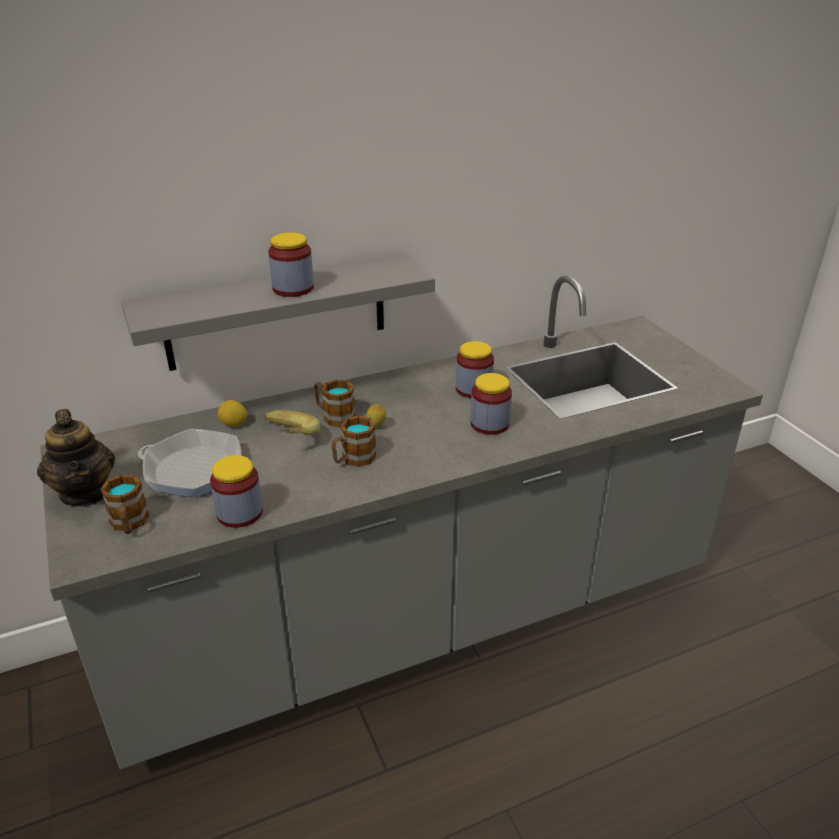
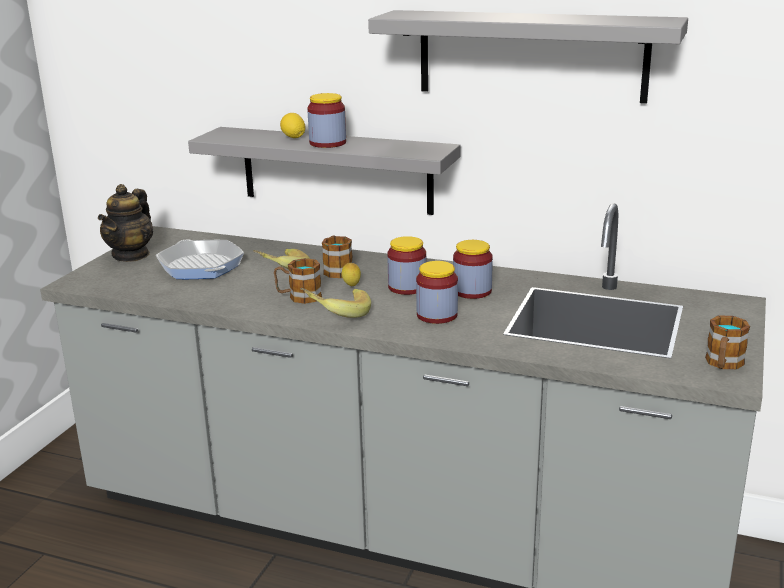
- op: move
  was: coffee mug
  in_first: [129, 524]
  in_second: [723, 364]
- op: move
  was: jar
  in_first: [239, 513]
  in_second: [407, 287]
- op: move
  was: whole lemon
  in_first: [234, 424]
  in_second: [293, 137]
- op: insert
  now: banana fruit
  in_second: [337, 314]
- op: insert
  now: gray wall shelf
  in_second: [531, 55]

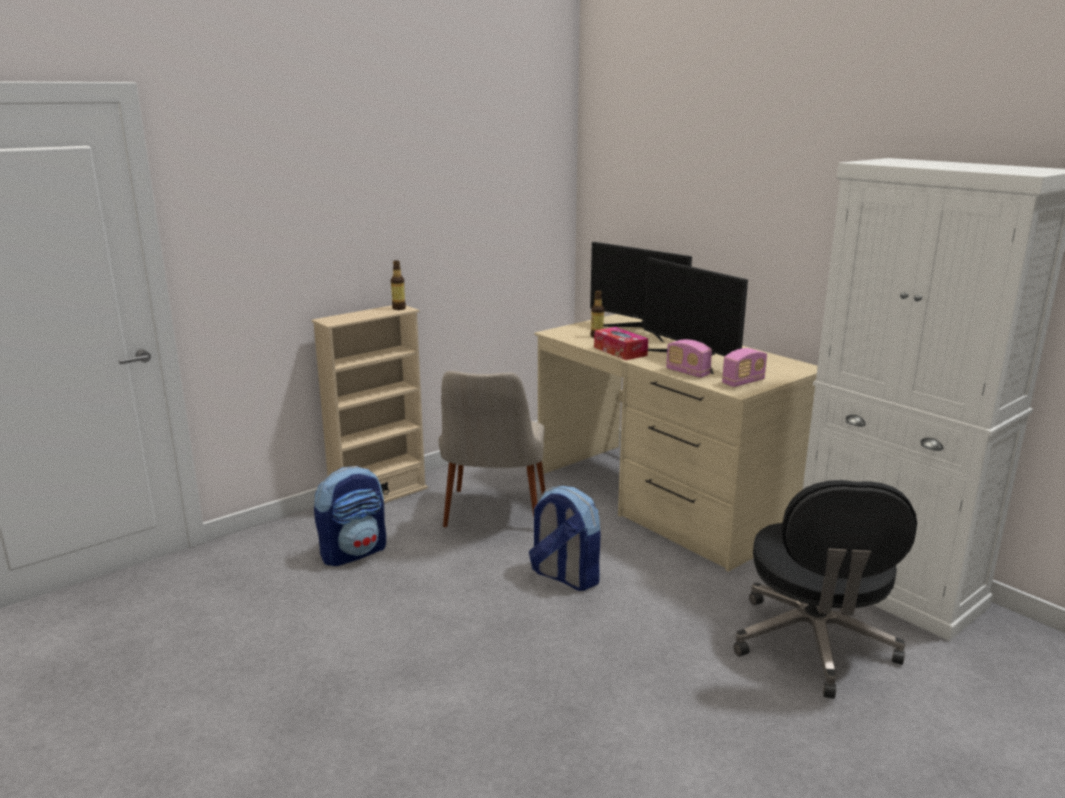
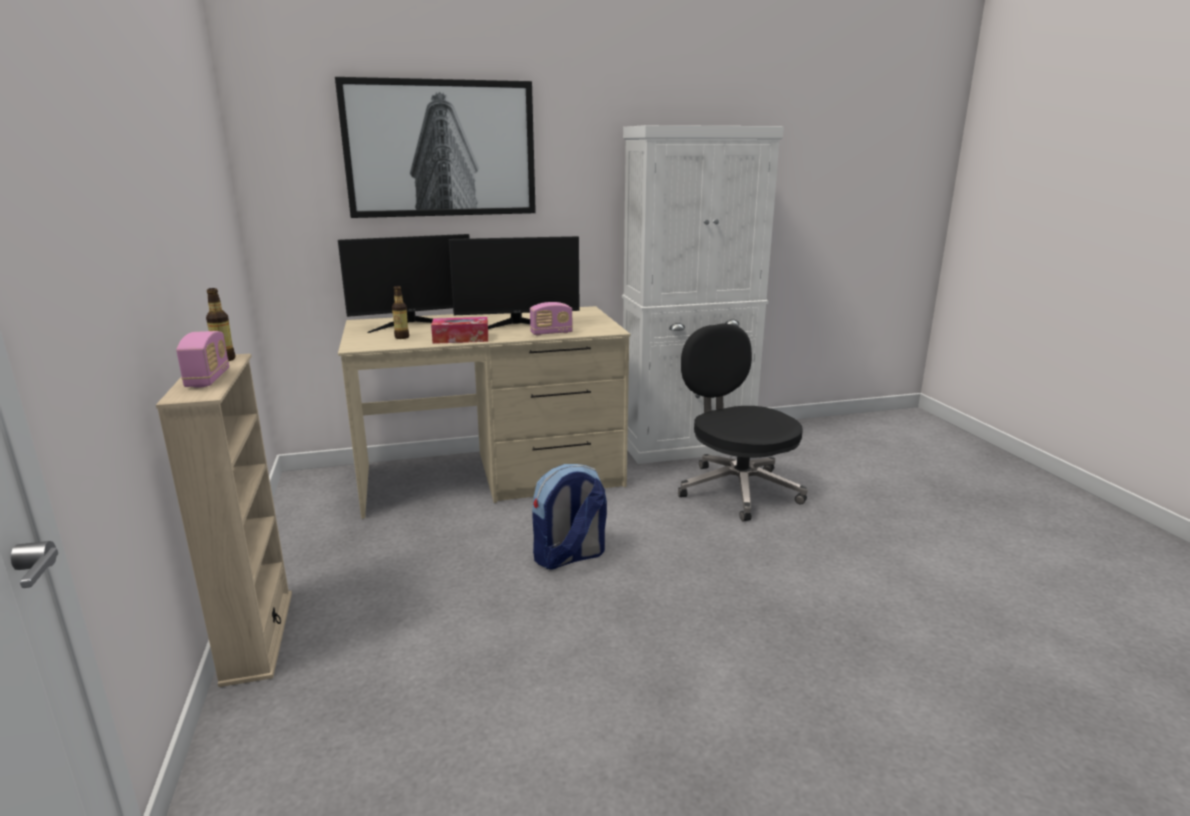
- op: delete
  was: knapsack
  in_first: [354, 552]
- op: delete
  was: sand-coloured plain chair
  in_first: [493, 519]
- op: move
  was: radio
  in_first: [743, 382]
  in_second: [208, 379]
- op: rotate
  was: black computer chair
  in_first: [813, 645]
  in_second: [737, 489]
  clockwise: -150
- op: insert
  now: picture
  in_second: [441, 149]

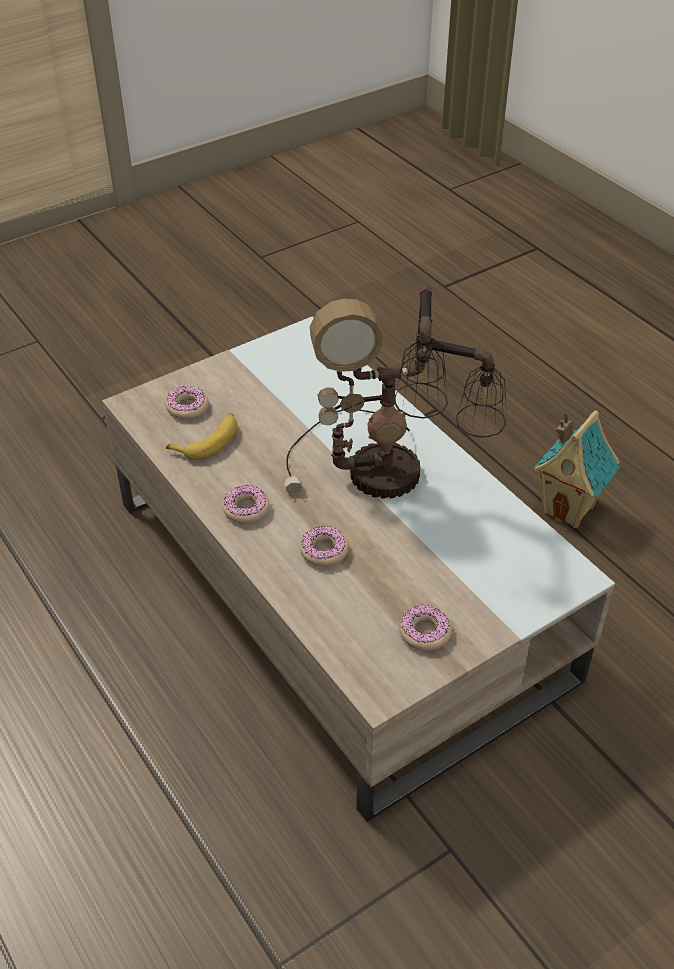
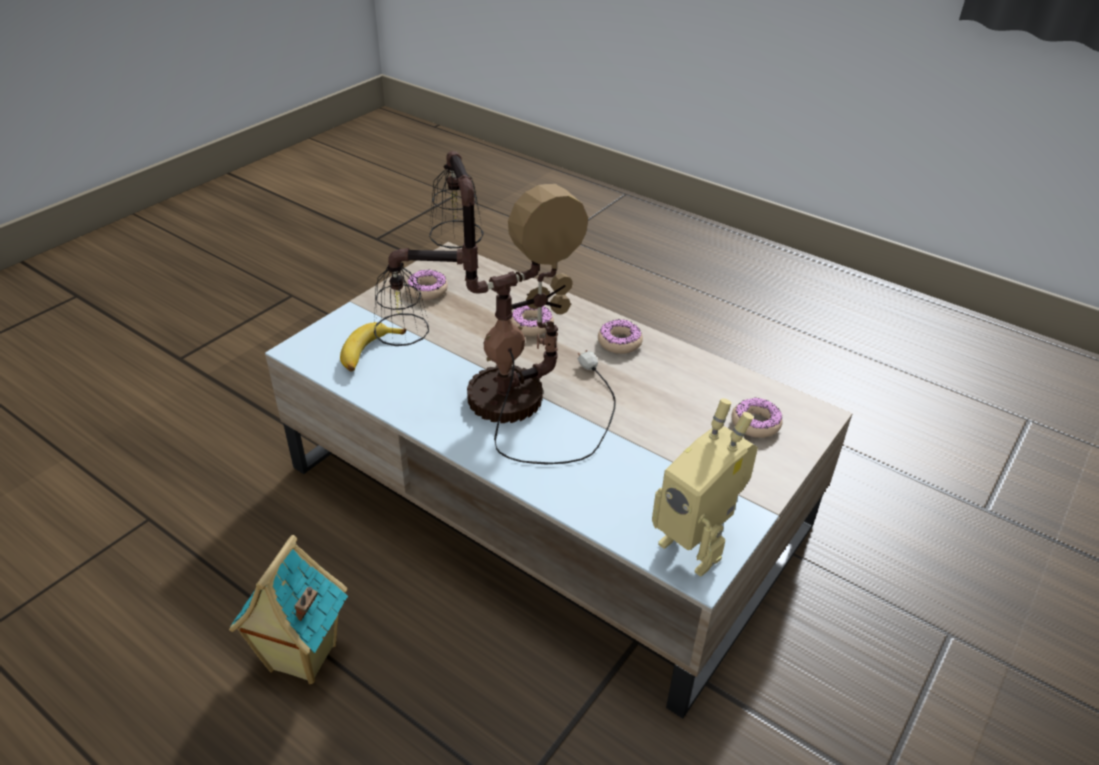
- op: move
  was: banana fruit
  in_first: [208, 441]
  in_second: [369, 353]
- op: insert
  now: robot figure
  in_second: [696, 545]

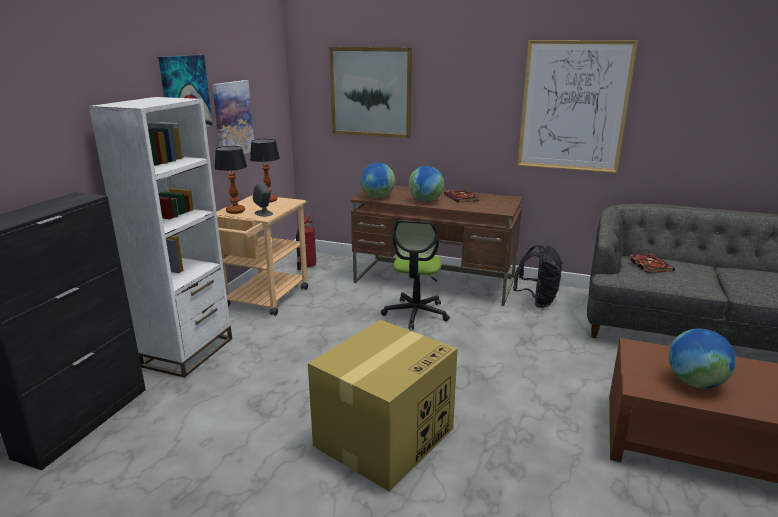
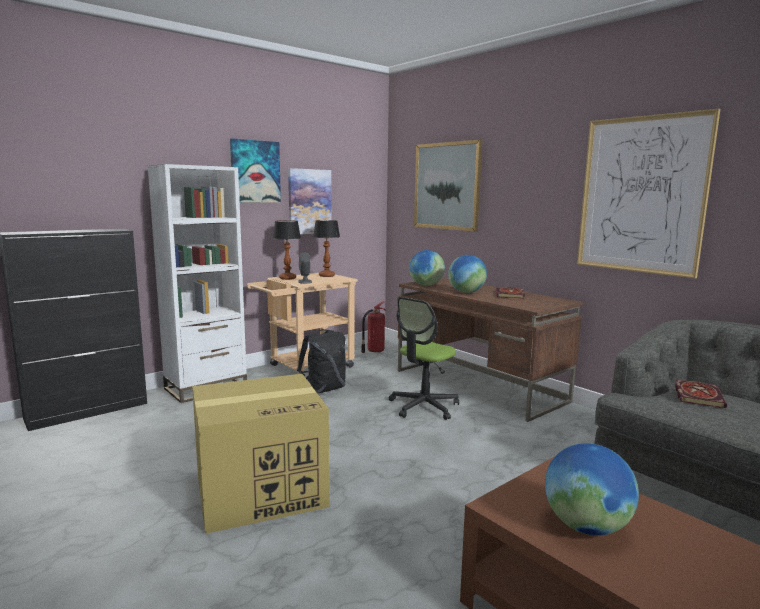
- op: move
  was: black knapsack
  in_first: [537, 301]
  in_second: [324, 389]

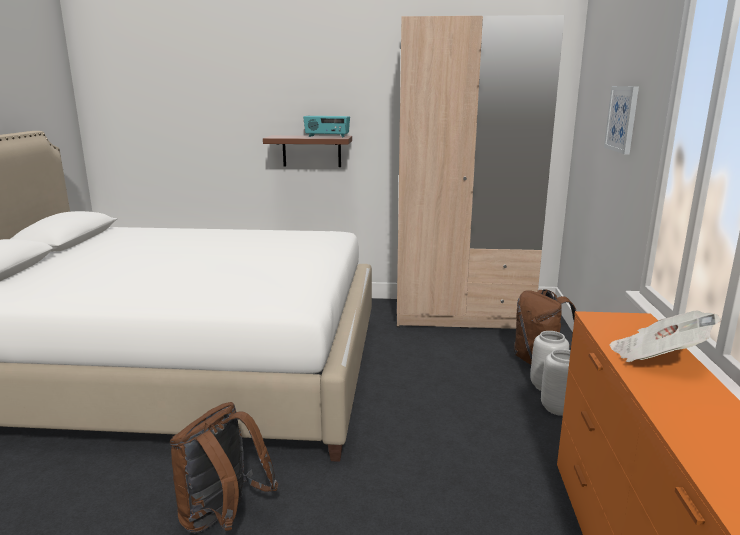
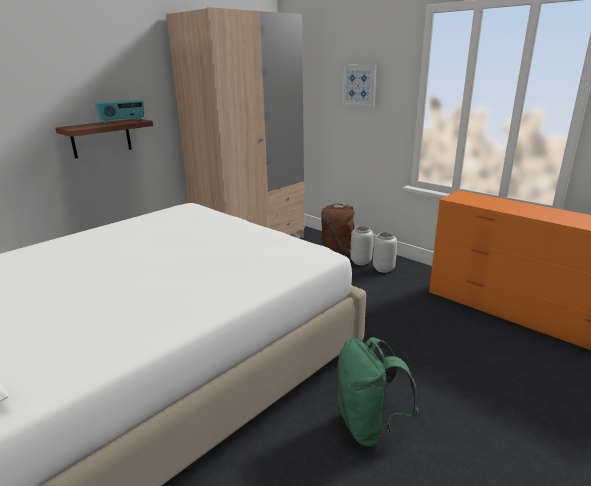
- op: recolor
  was: brownish knapsack
  now: green-coloured knapsack
  in_first: [222, 518]
  in_second: [369, 426]
- op: delete
  was: printed paper
  in_first: [657, 357]

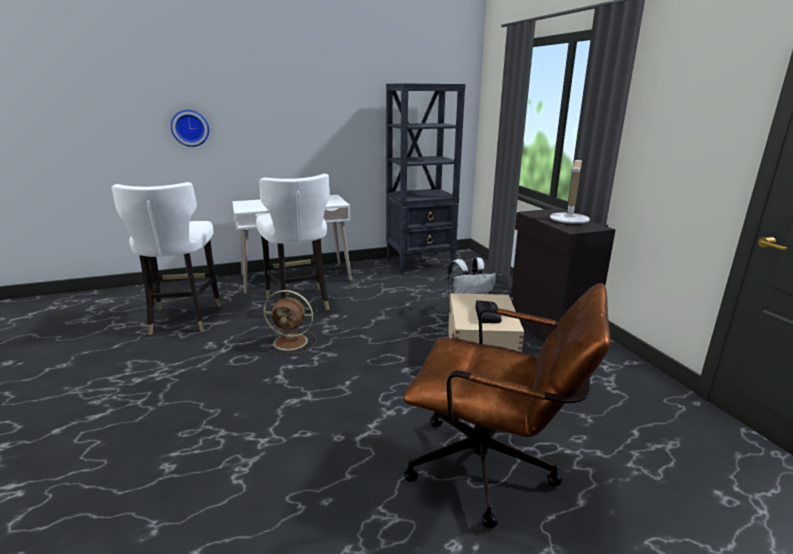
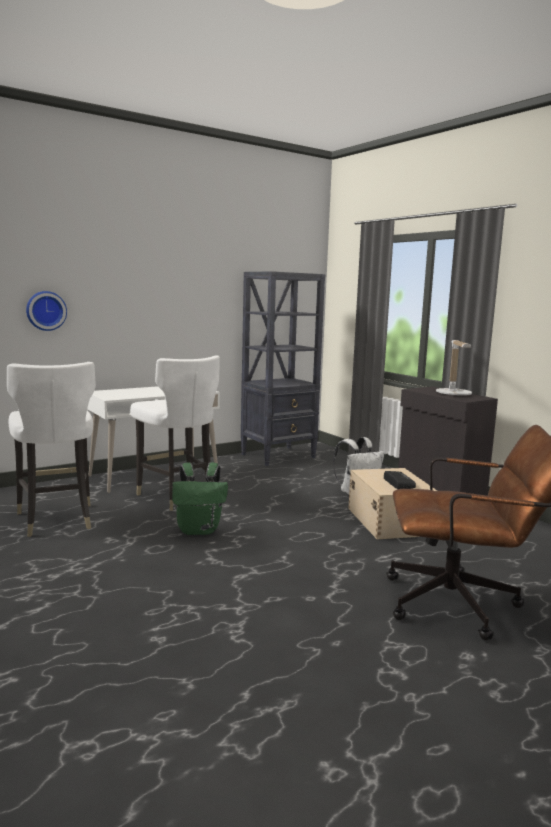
- op: replace
  was: brownish electric fan
  now: green-coloured knapsack
  in_first: [292, 342]
  in_second: [199, 530]

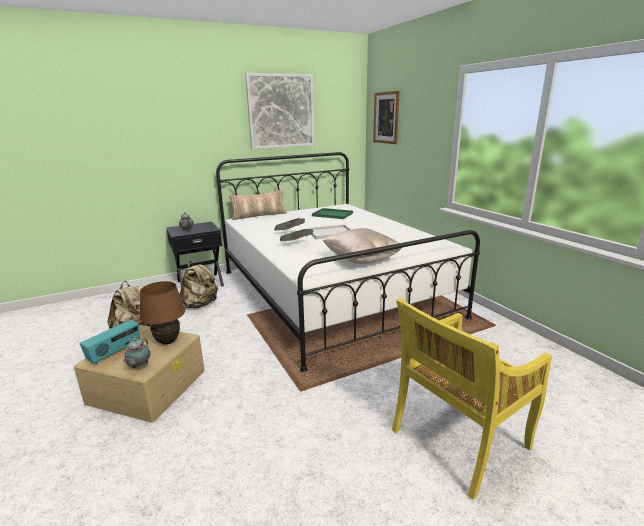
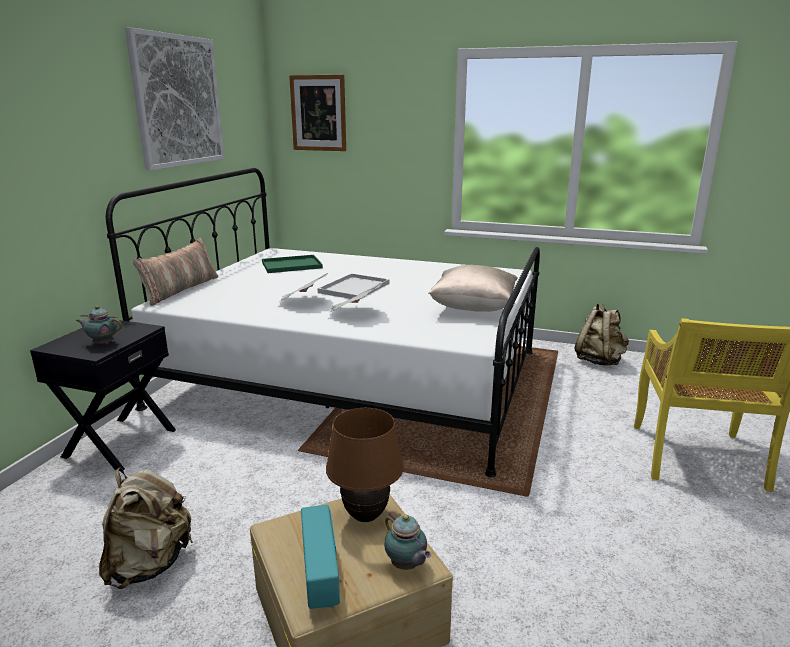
- op: move
  was: sand-coloured knapsack
  in_first: [200, 305]
  in_second: [599, 361]

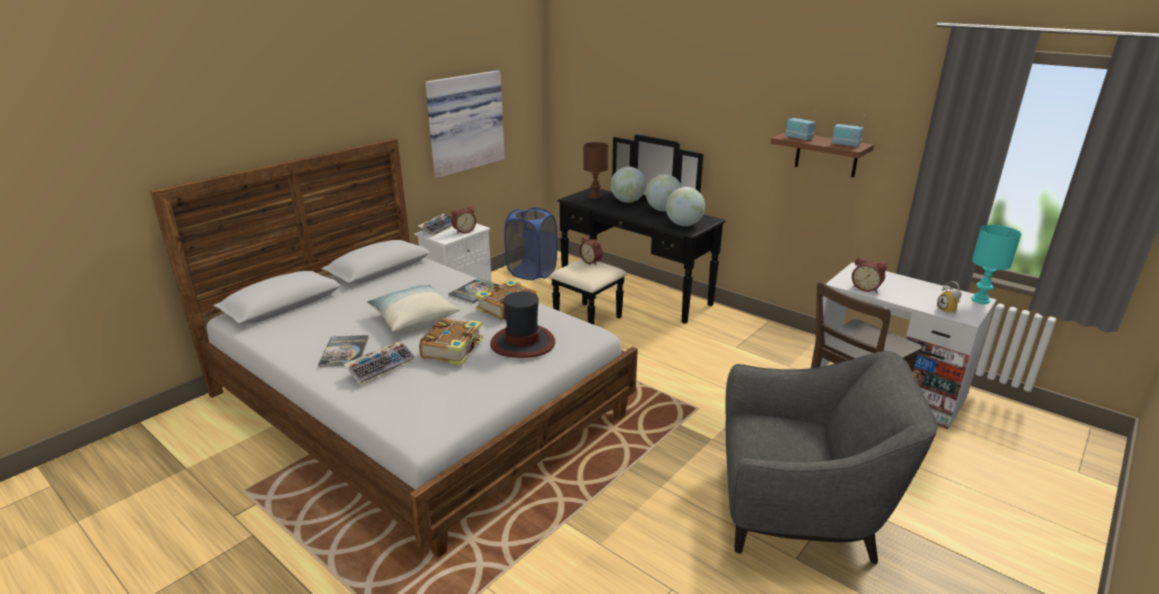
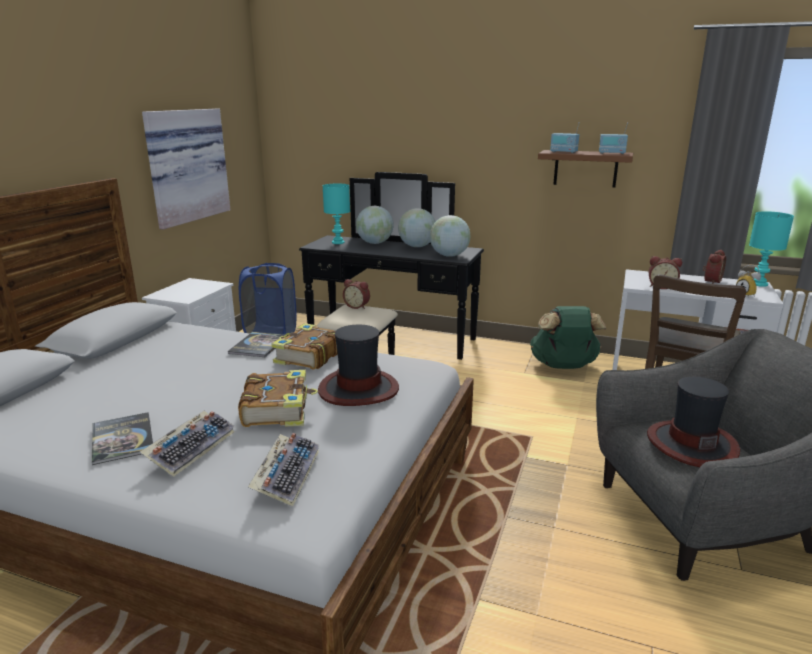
- op: delete
  was: pillow
  in_first: [413, 318]
- op: move
  was: computer keyboard
  in_first: [439, 228]
  in_second: [286, 474]
- op: move
  was: alarm clock
  in_first: [463, 231]
  in_second: [710, 281]
- op: recolor
  was: brownish table lamp
  now: turquoise-coloured table lamp
  in_first: [594, 197]
  in_second: [337, 242]
- op: insert
  now: green-coloured knapsack
  in_second: [563, 366]
- op: insert
  now: clothing hat
  in_second: [691, 444]

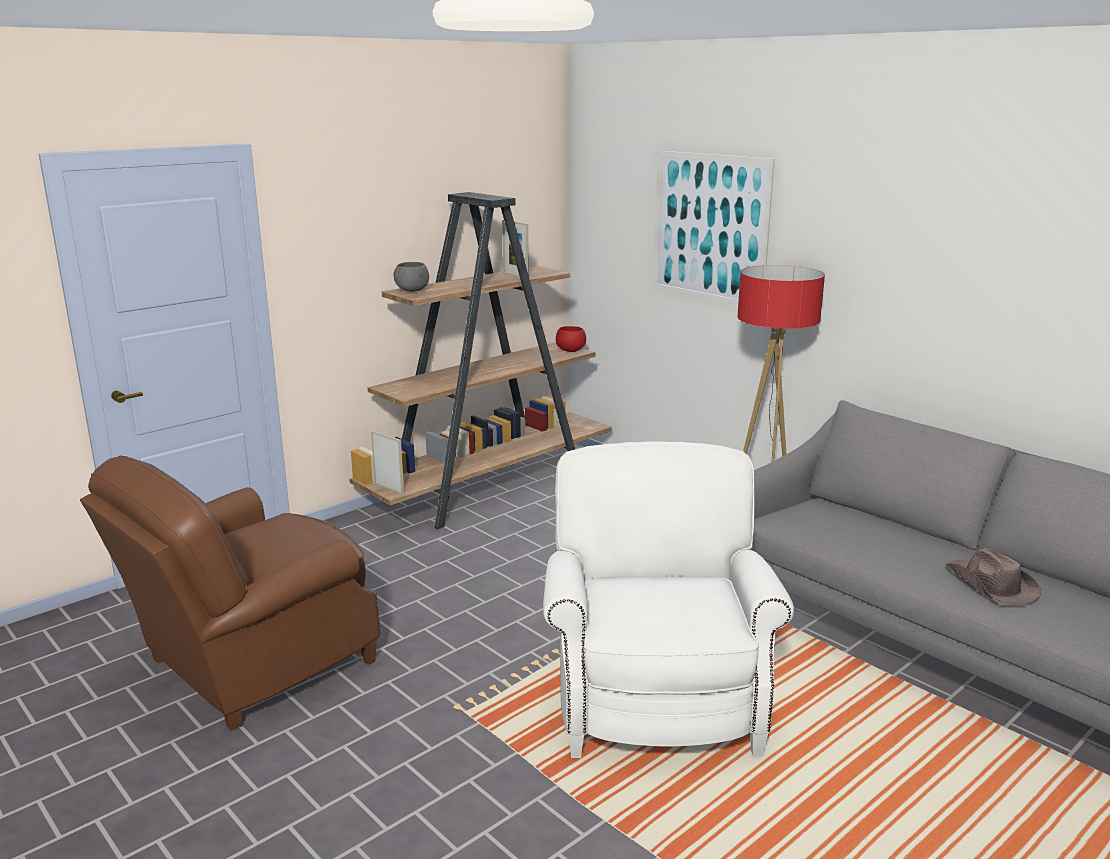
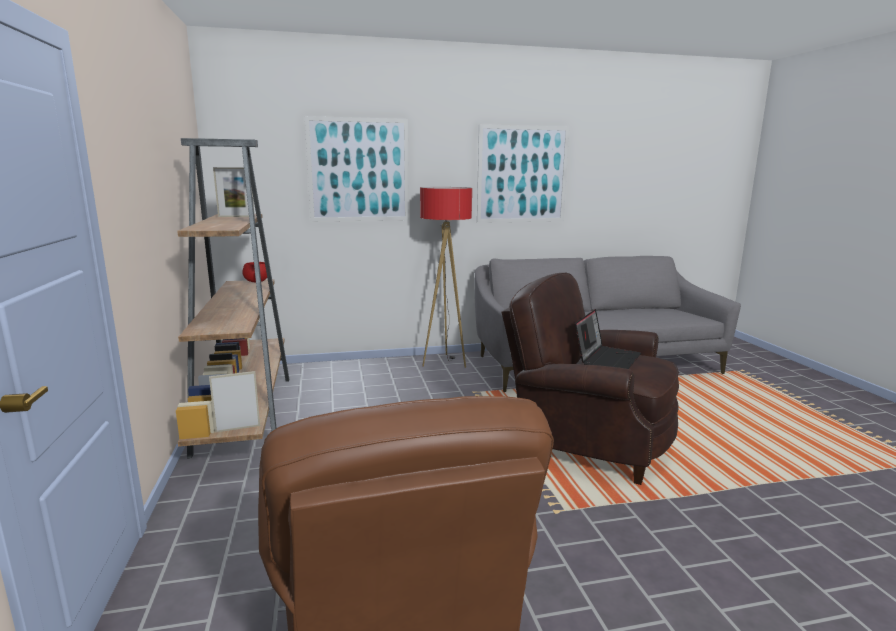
- op: delete
  was: gray bowl
  in_first: [411, 291]
- op: recolor
  was: white armchair
  now: brownish armchair
  in_first: [655, 695]
  in_second: [587, 439]
- op: delete
  was: brownish clothing hat
  in_first: [991, 585]
- op: insert
  now: picture
  in_second: [522, 174]
- op: insert
  now: laptop
  in_second: [606, 358]

